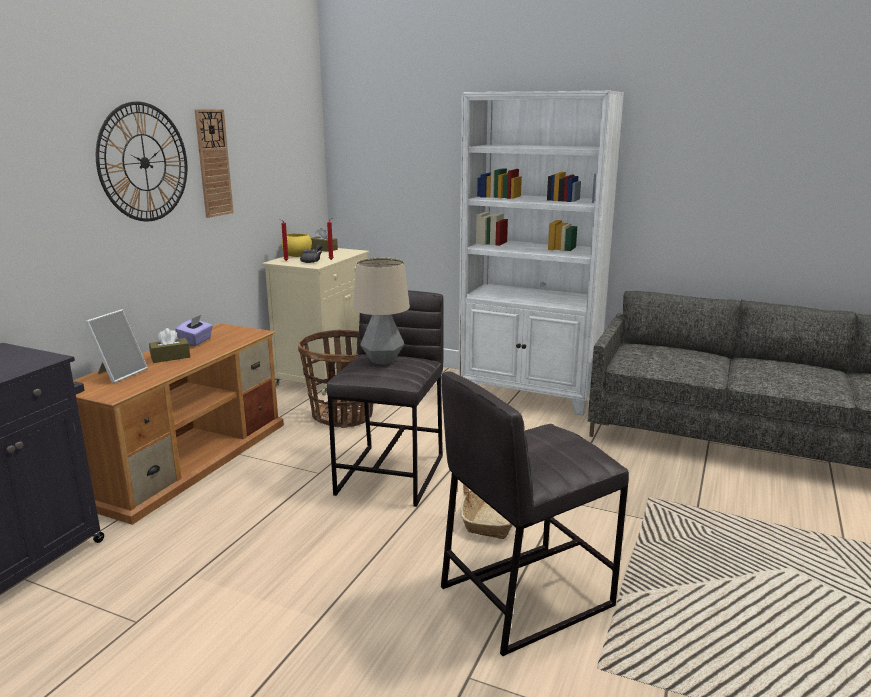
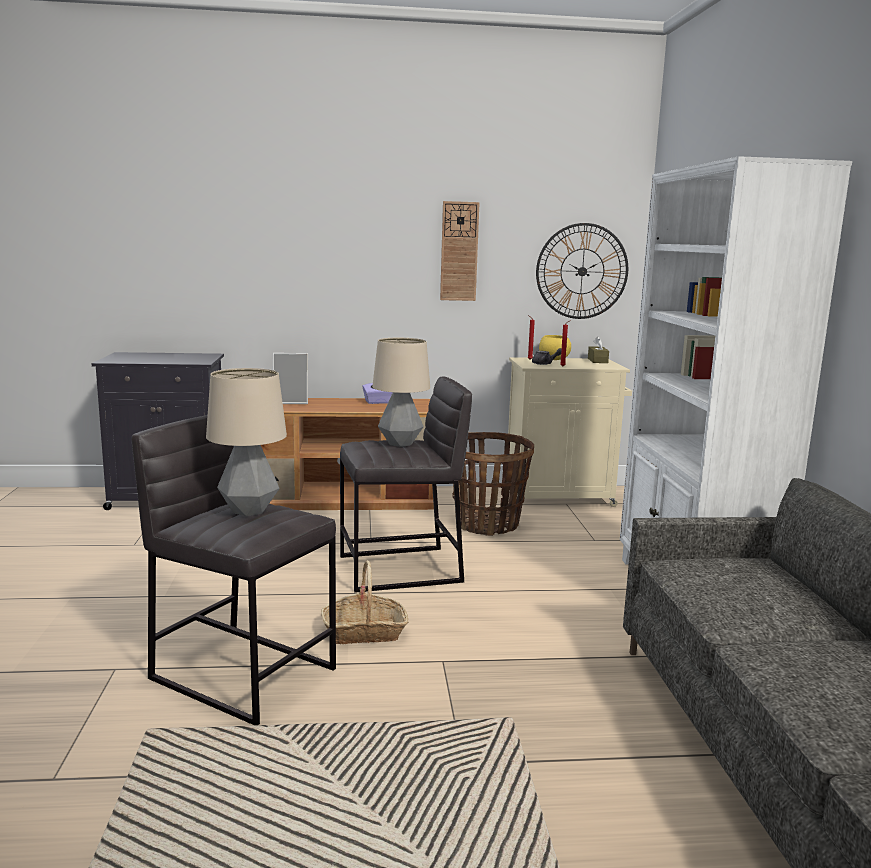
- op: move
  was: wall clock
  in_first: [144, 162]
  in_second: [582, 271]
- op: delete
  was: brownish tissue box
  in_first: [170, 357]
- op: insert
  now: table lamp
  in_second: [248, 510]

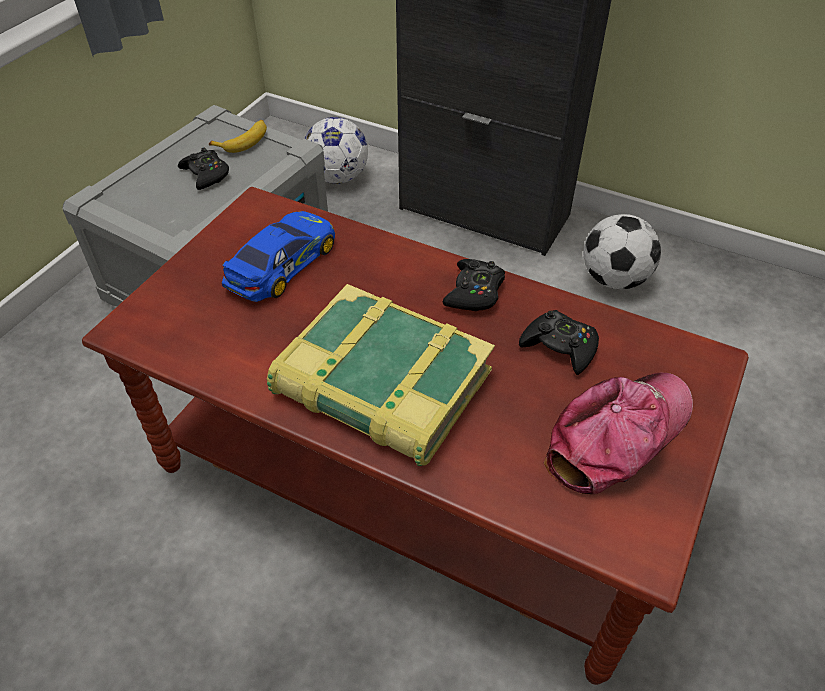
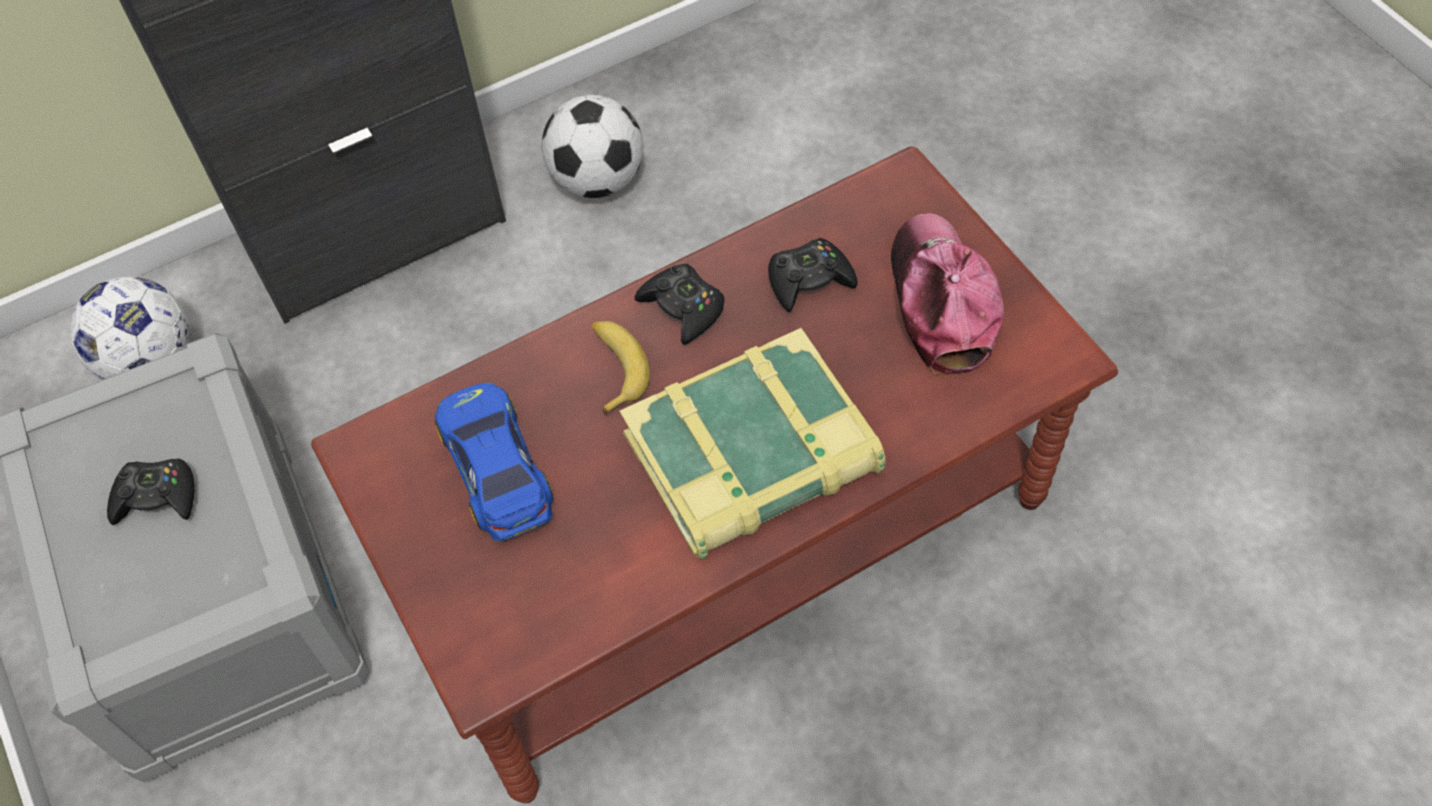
- op: move
  was: banana fruit
  in_first: [243, 141]
  in_second: [615, 368]

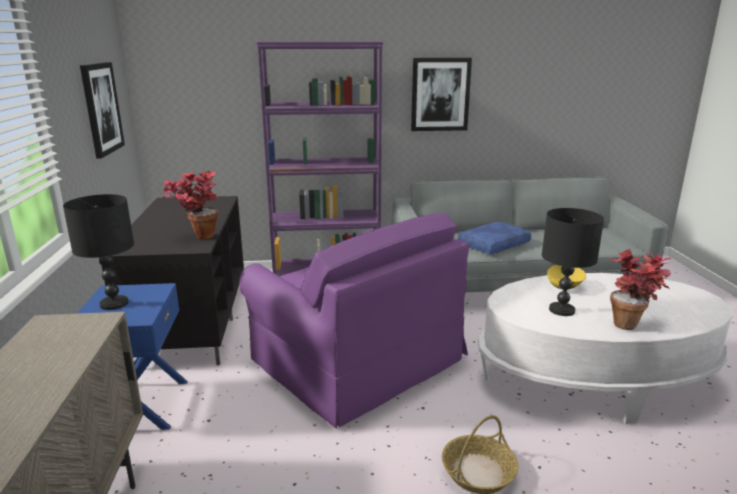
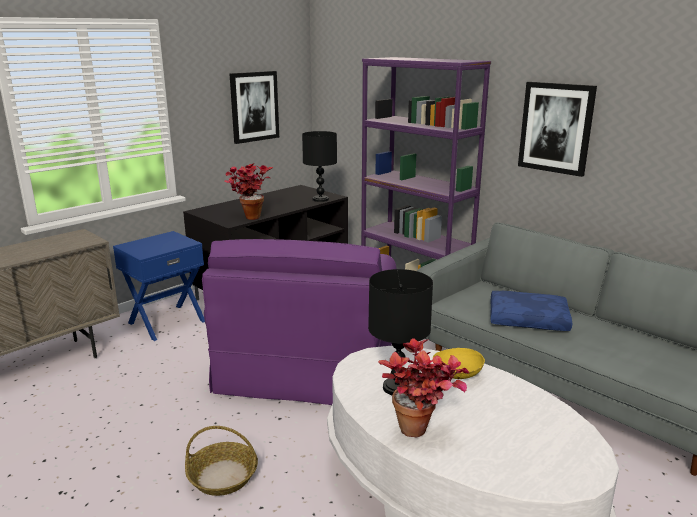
- op: move
  was: black table lamp
  in_first: [113, 304]
  in_second: [320, 199]

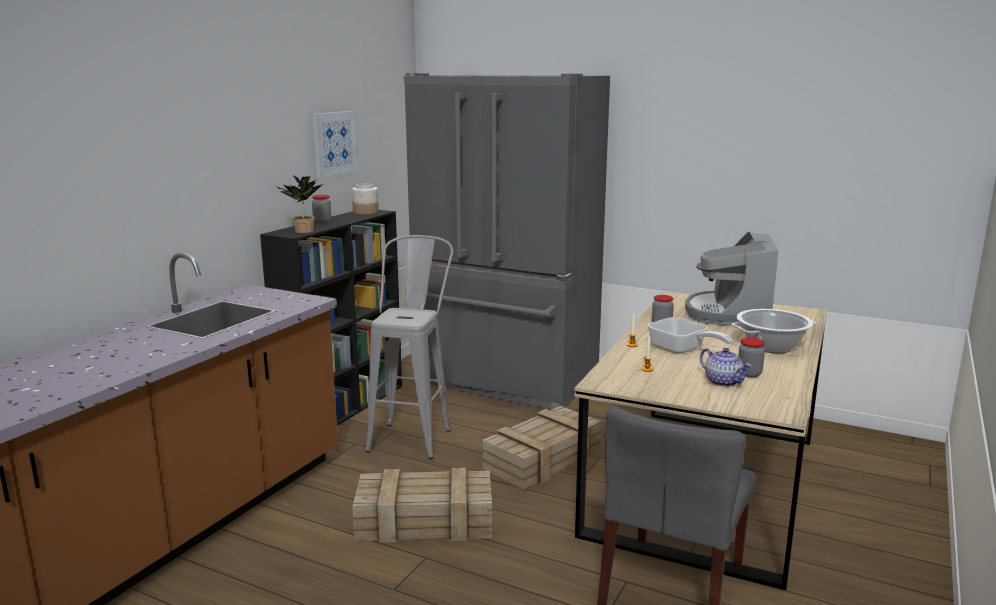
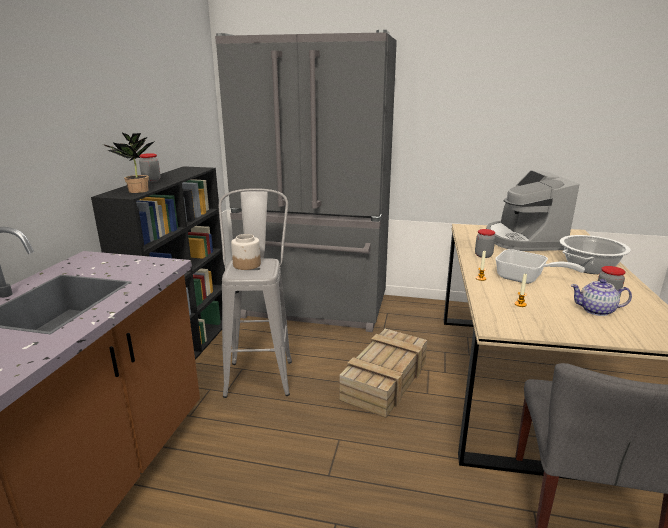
- op: delete
  was: picture
  in_first: [334, 143]
- op: move
  was: jar
  in_first: [366, 212]
  in_second: [247, 265]
- op: delete
  was: packing crate
  in_first: [422, 522]
- op: rotate
  was: pot for tea
  in_first: [723, 382]
  in_second: [596, 310]
  clockwise: 150

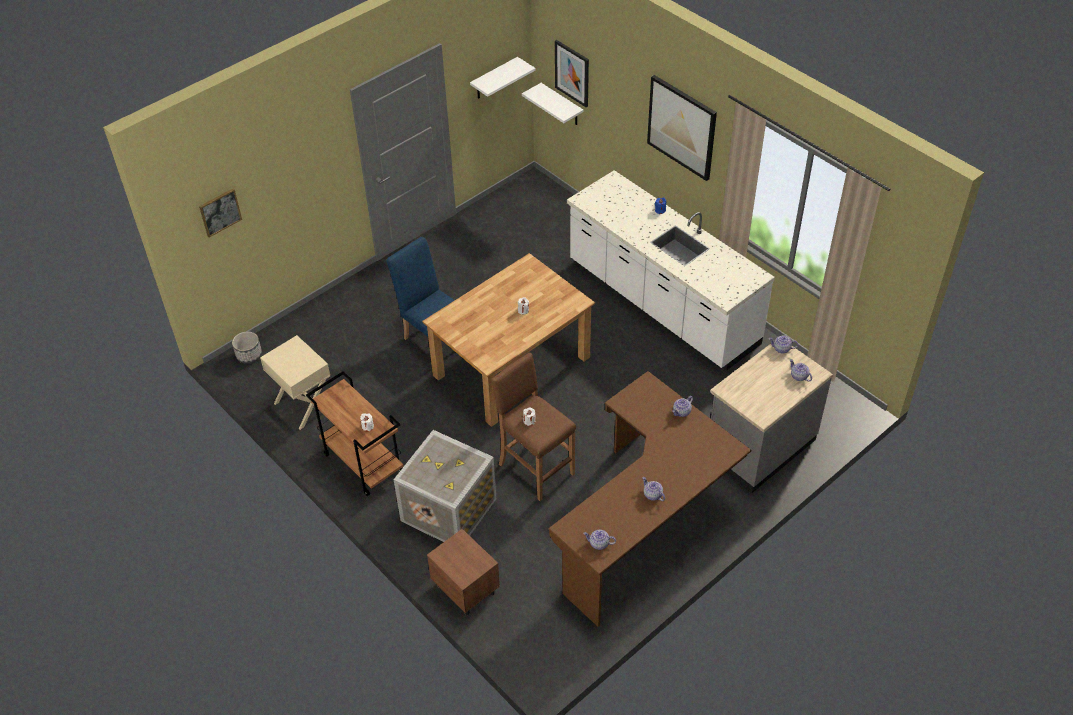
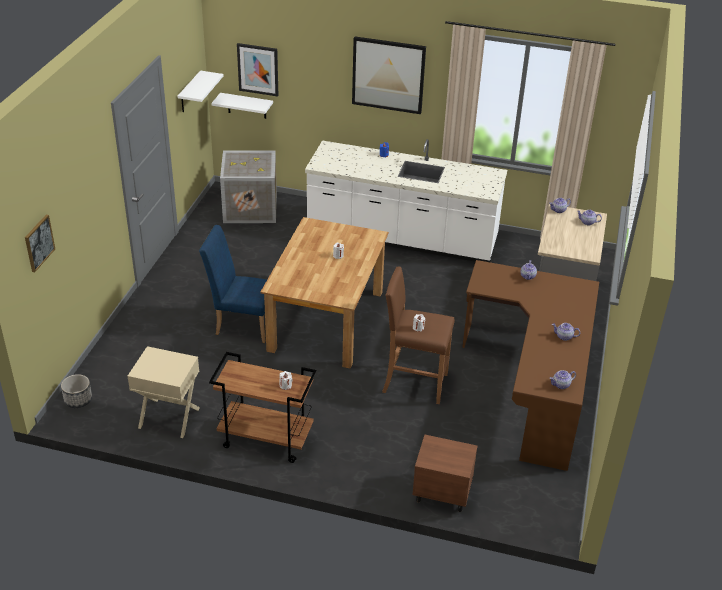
- op: move
  was: packing crate
  in_first: [450, 509]
  in_second: [251, 208]

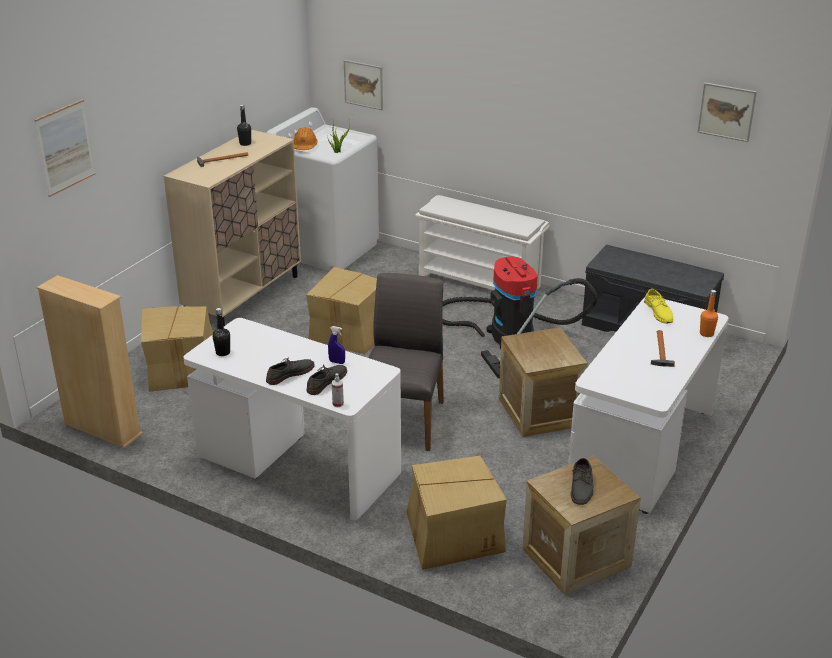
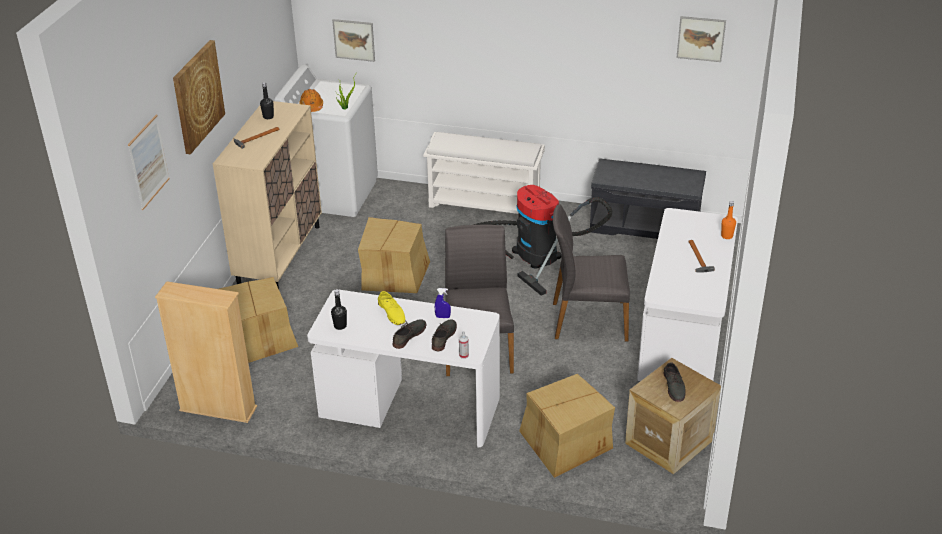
- op: replace
  was: packing crate
  now: gray plain chair
  in_first: [539, 412]
  in_second: [588, 320]
- op: move
  was: yellow-coloured low shoe
  in_first: [659, 312]
  in_second: [392, 312]
- op: insert
  now: picture
  in_second: [197, 96]

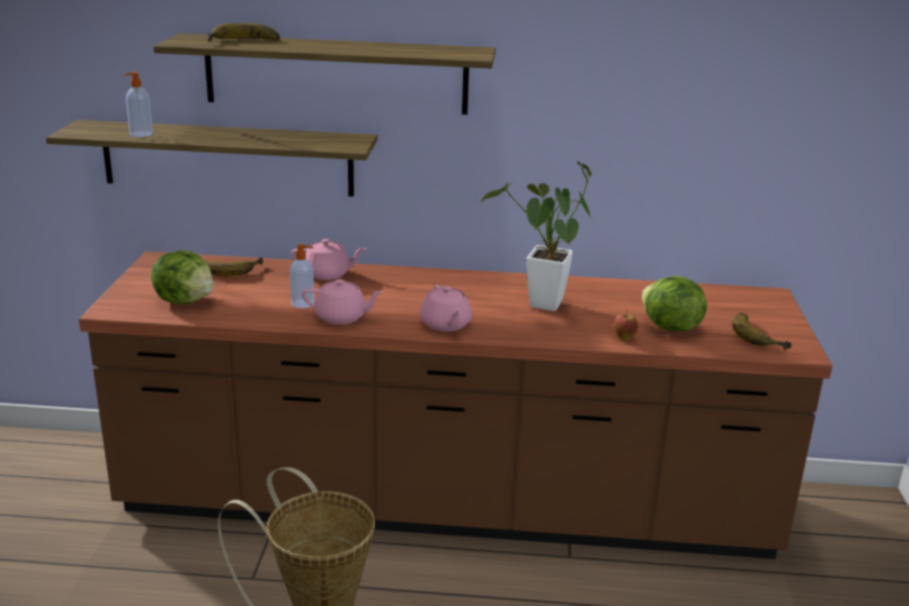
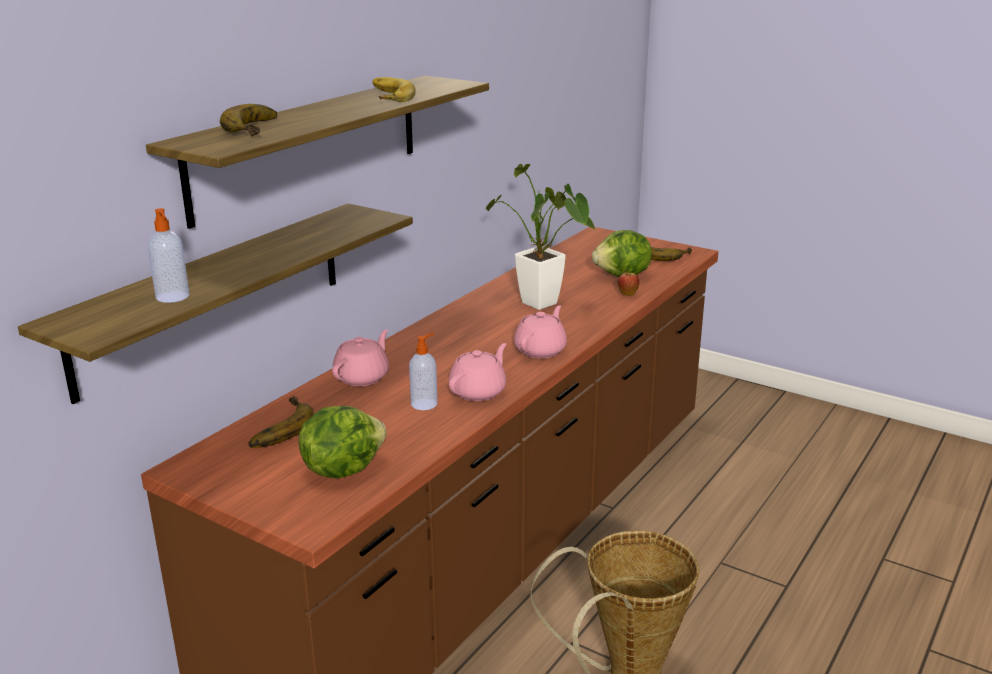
- op: rotate
  was: pink-coloured pot for tea
  in_first: [445, 325]
  in_second: [541, 350]
  clockwise: -75
- op: insert
  now: banana fruit
  in_second: [386, 96]

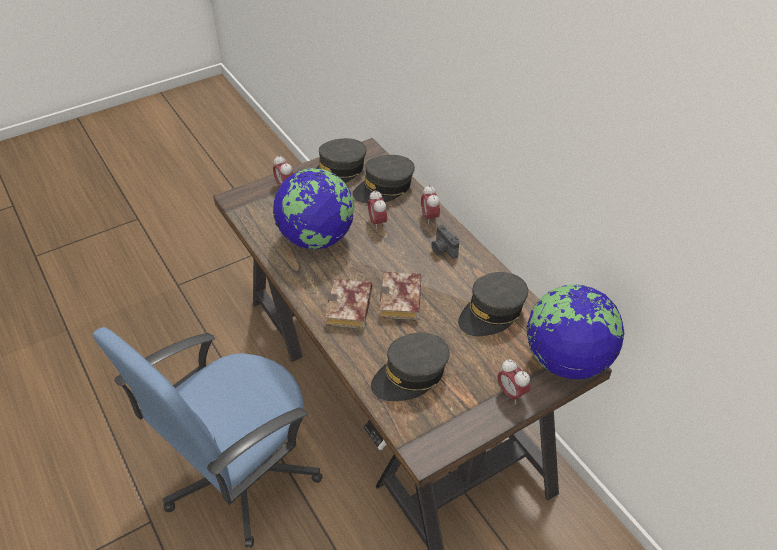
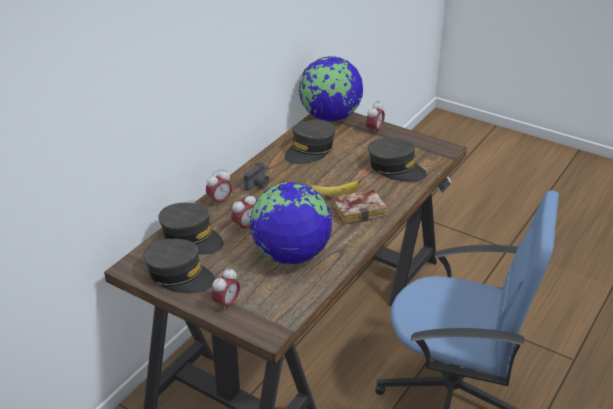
- op: replace
  was: book
  now: banana fruit
  in_first: [402, 301]
  in_second: [331, 189]
- op: rotate
  was: gray peaked cap
  in_first: [492, 312]
  in_second: [310, 150]
  clockwise: 105

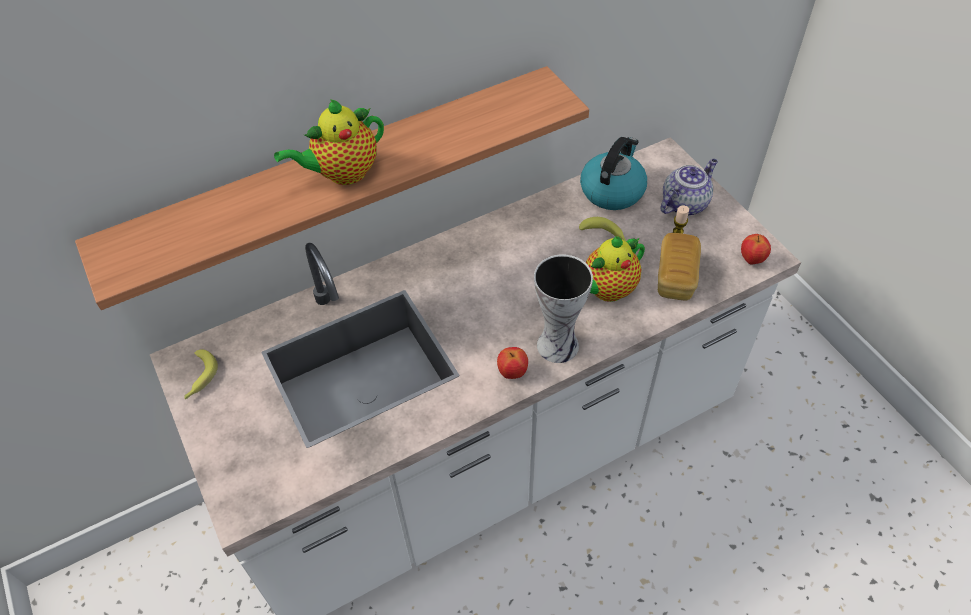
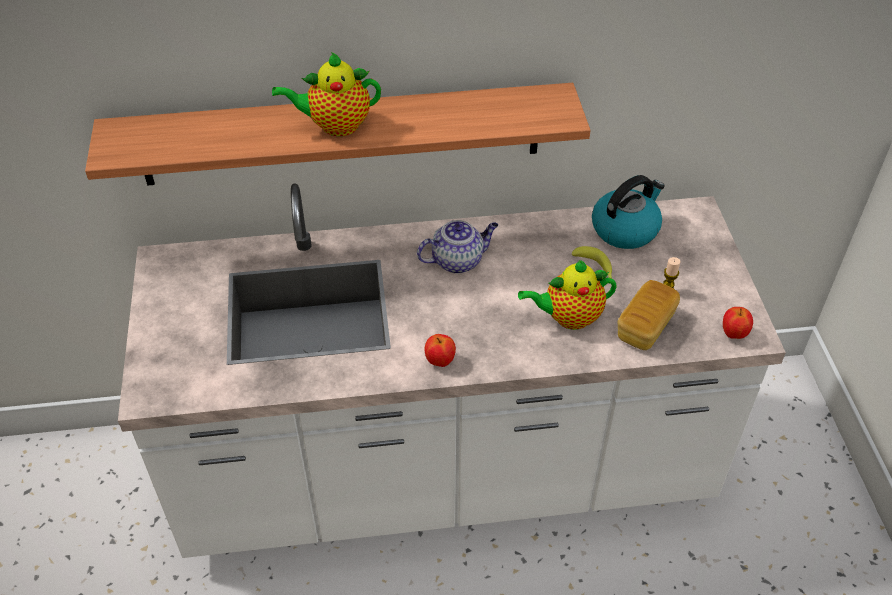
- op: delete
  was: banana fruit
  in_first: [199, 378]
- op: delete
  was: vase
  in_first: [558, 344]
- op: move
  was: pot for tea
  in_first: [684, 203]
  in_second: [458, 260]

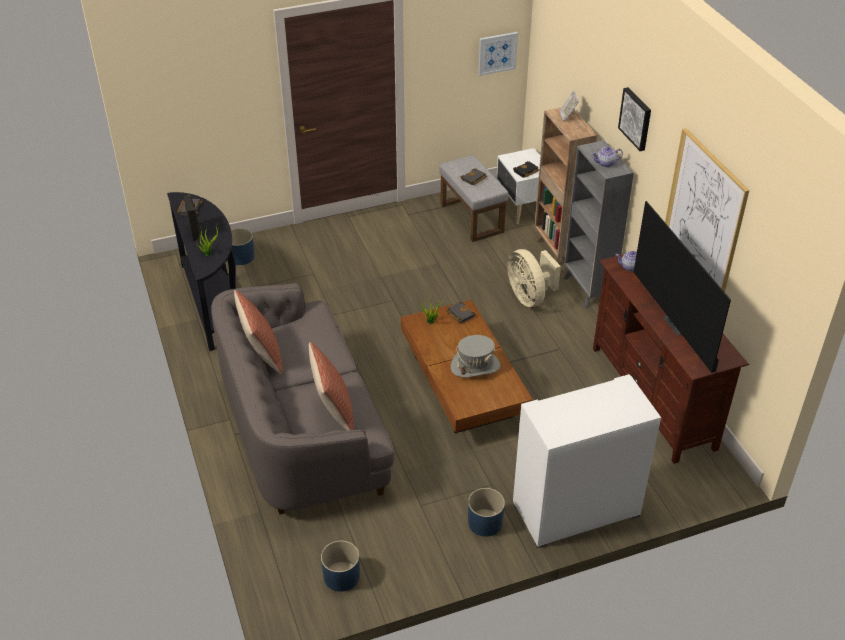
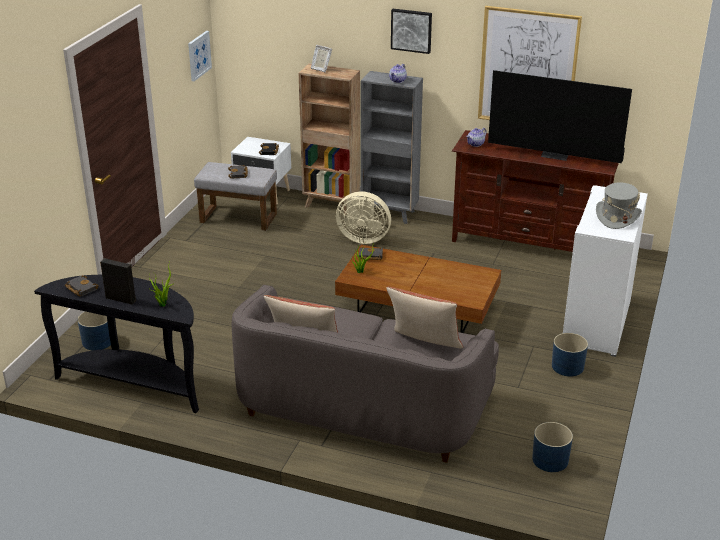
- op: move
  was: gray clothing hat
  in_first: [475, 366]
  in_second: [617, 217]

